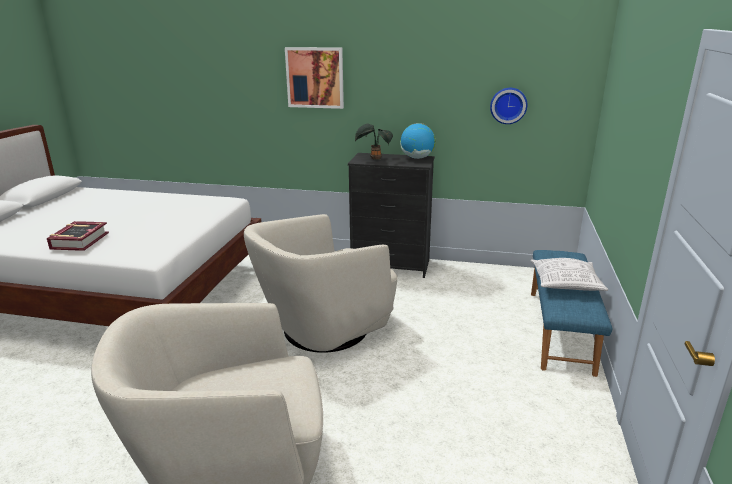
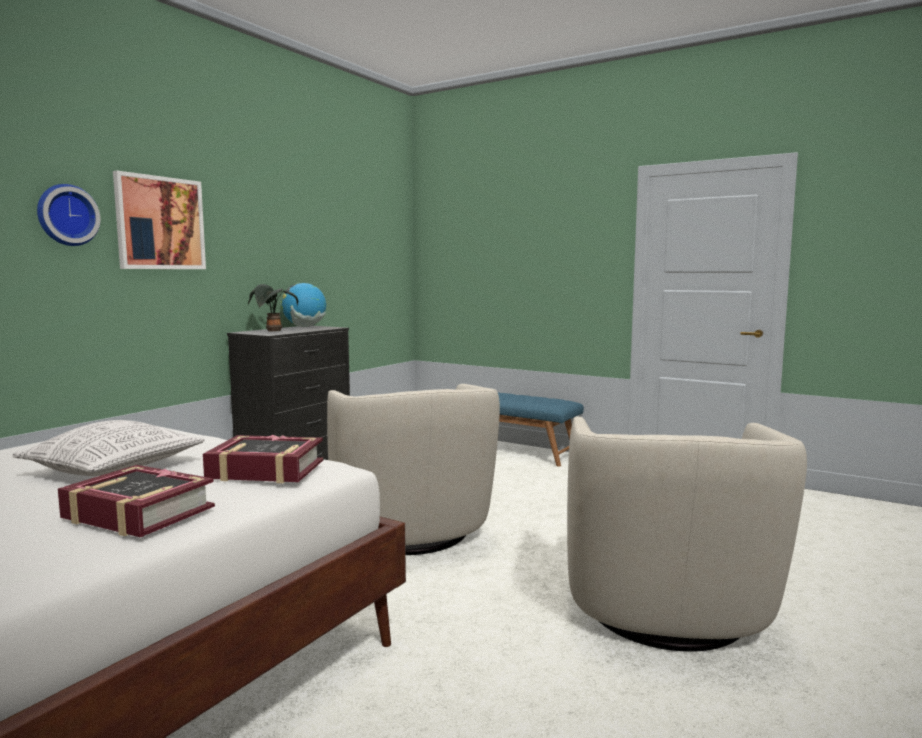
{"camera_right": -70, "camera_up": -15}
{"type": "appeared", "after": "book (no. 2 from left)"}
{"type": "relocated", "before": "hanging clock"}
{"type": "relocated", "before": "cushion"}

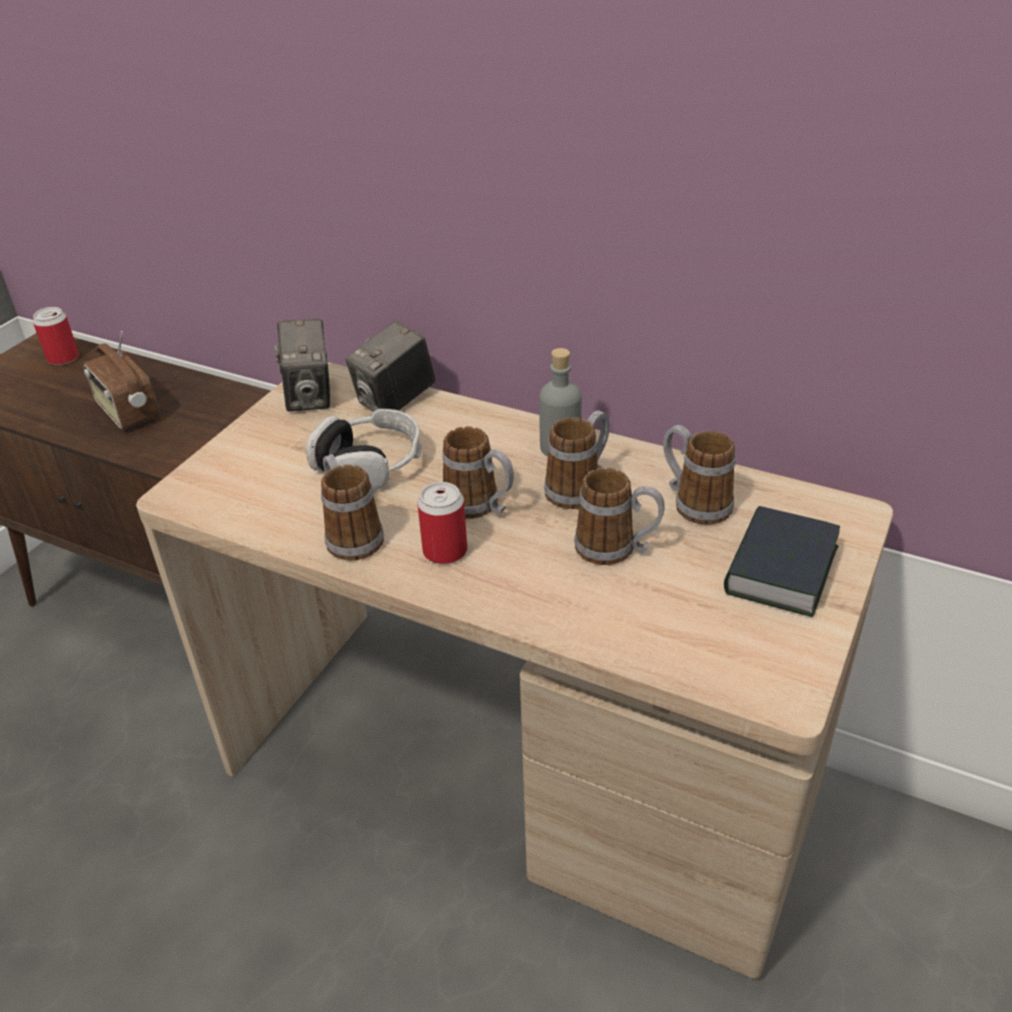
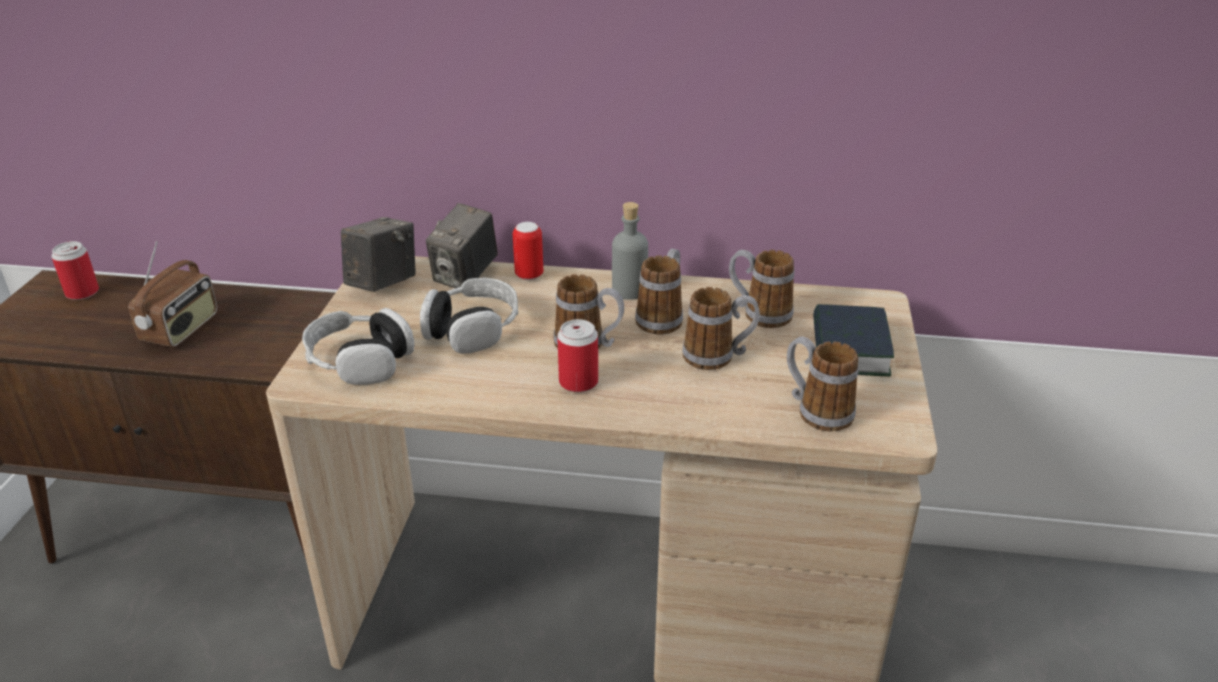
{"camera_right": -20, "camera_up": -5}
{"type": "appeared", "after": "pair of headphones (no. 1 from left)"}
{"type": "appeared", "after": "sealed can (no. 2 from left)"}
{"type": "relocated", "before": "coffee mug (no. 1 from left in the first image)", "after": "coffee mug (no. 5 from left)"}
{"type": "spun", "before": "radio", "turn": -105}
{"type": "spun", "before": "still camera (no. 1 from left)", "turn": -120}

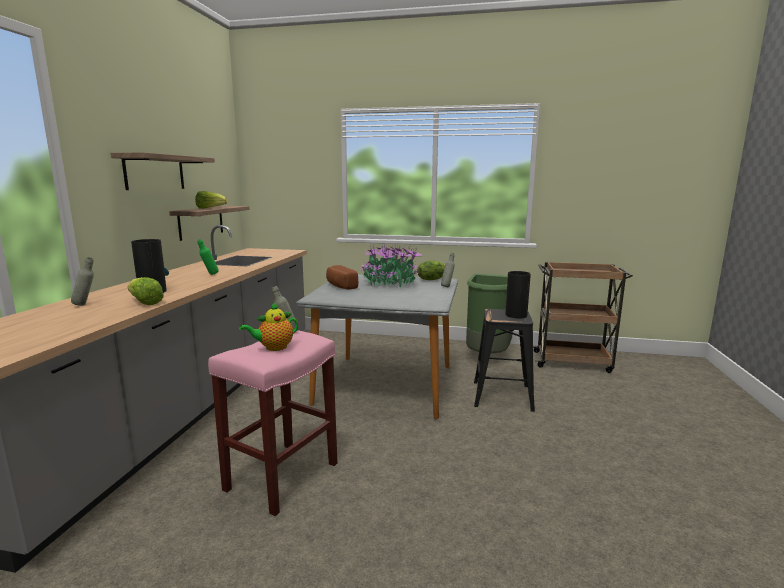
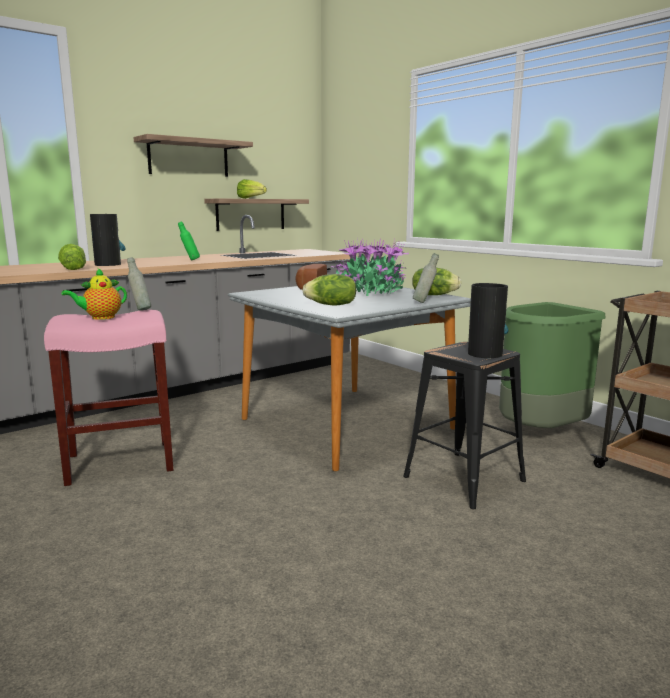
{"camera_right": 40, "camera_up": 0}
{"type": "missing", "before": "greyish drink bottle (no. 1 from left)"}
{"type": "appeared", "after": "lettuce (no. 3 from left)"}
{"type": "spun", "before": "pot for tea", "turn": -45}

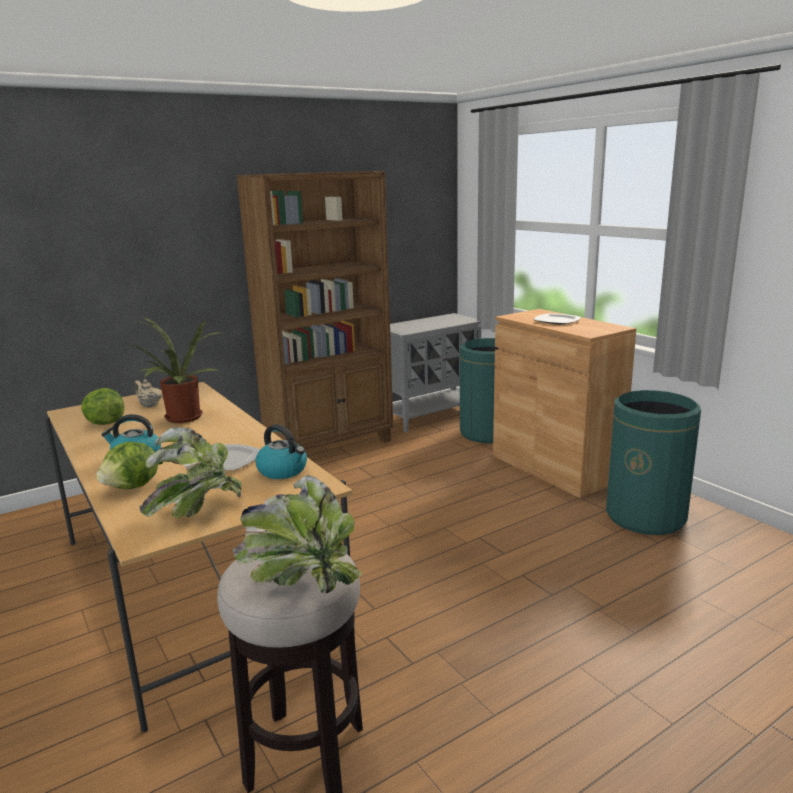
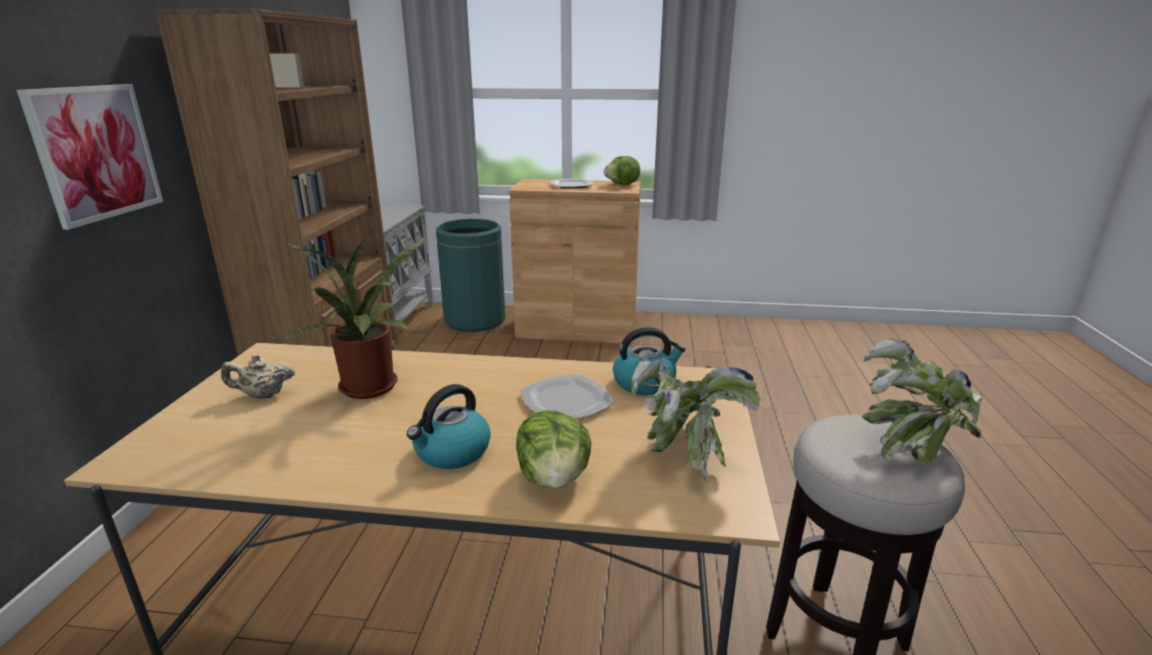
{"camera_right": -50, "camera_up": 5}
{"type": "missing", "before": "green trash can (no. 2 from left)"}
{"type": "appeared", "after": "wall art"}
{"type": "relocated", "before": "lettuce (no. 1 from left in the first image)", "after": "lettuce (no. 2 from left)"}

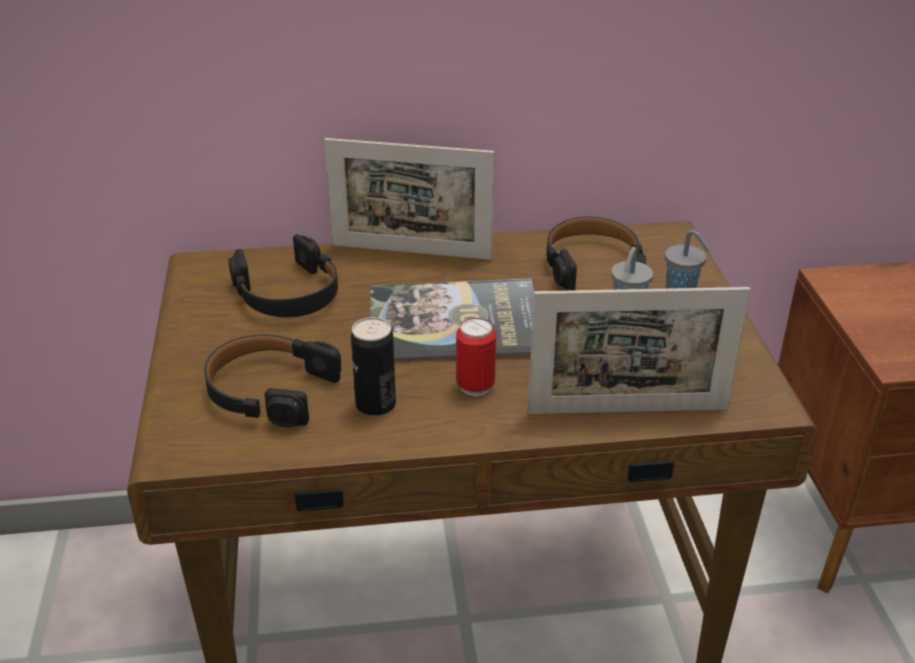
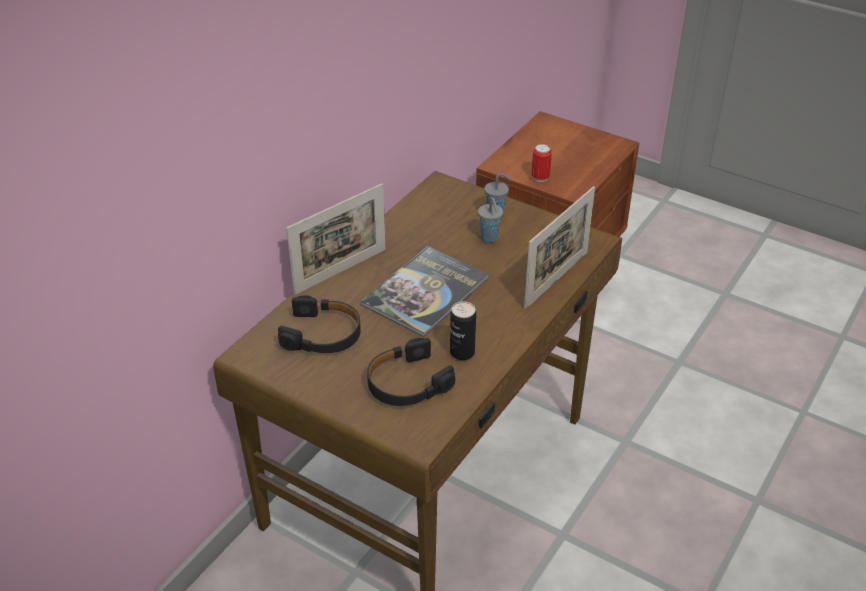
{"camera_right": -50, "camera_up": 5}
{"type": "missing", "before": "black pair of headphones (no. 3 from left)"}
{"type": "relocated", "before": "sealed can (no. 2 from left)"}

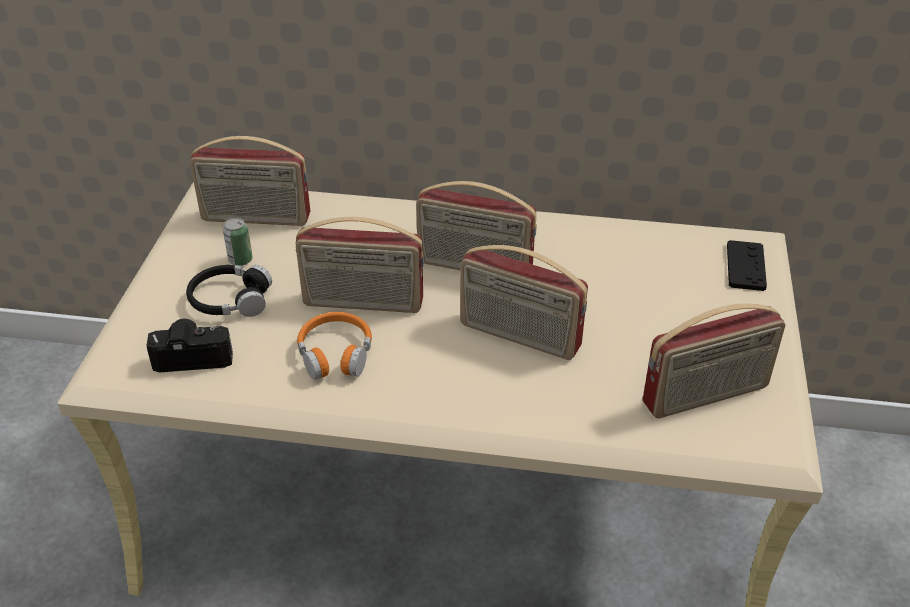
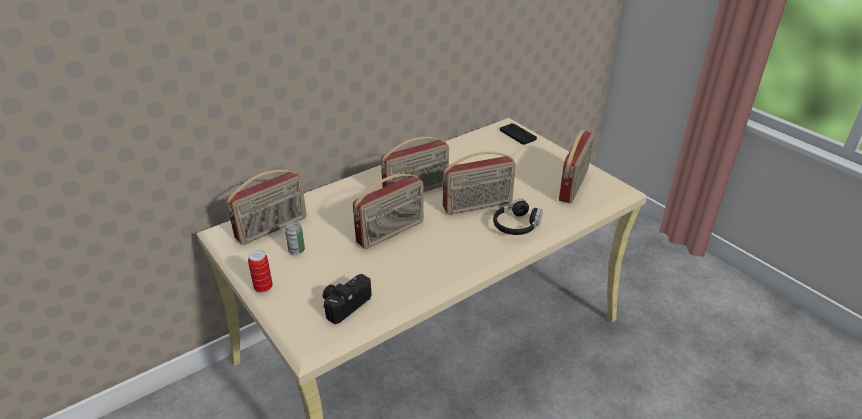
{"camera_right": -45, "camera_up": -5}
{"type": "missing", "before": "orange pair of headphones"}
{"type": "appeared", "after": "sealed can (no. 1 from left)"}
{"type": "relocated", "before": "black pair of headphones"}

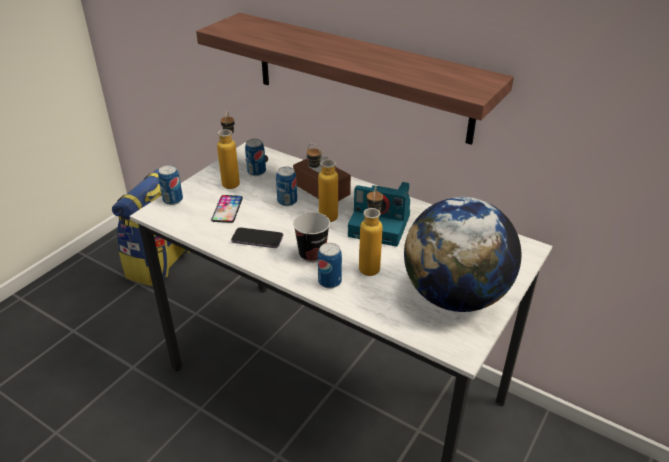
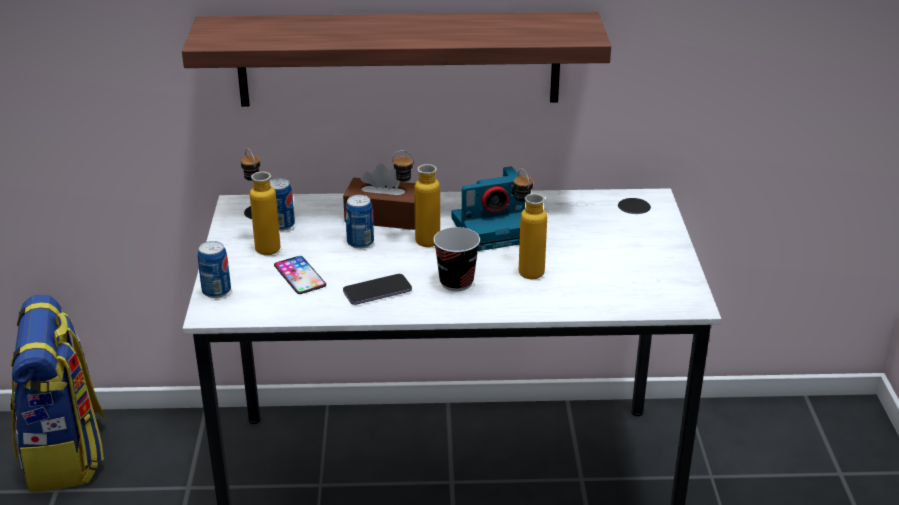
{"camera_right": -35, "camera_up": -5}
{"type": "missing", "before": "sealed can (no. 4 from left)"}
{"type": "missing", "before": "desk globe"}

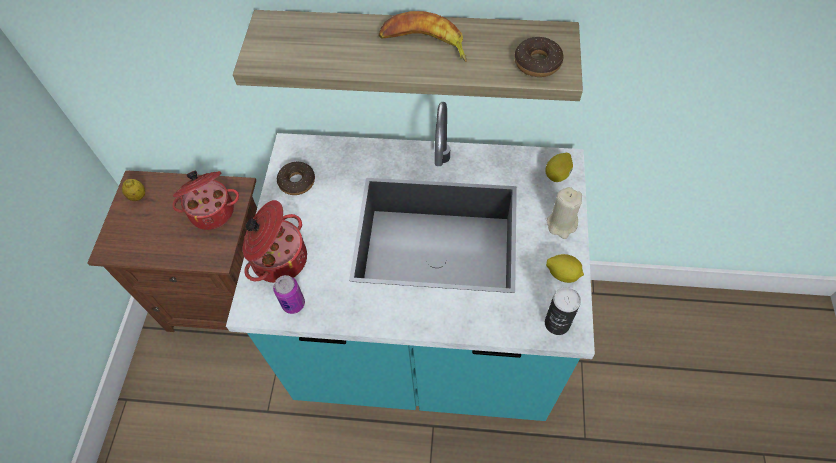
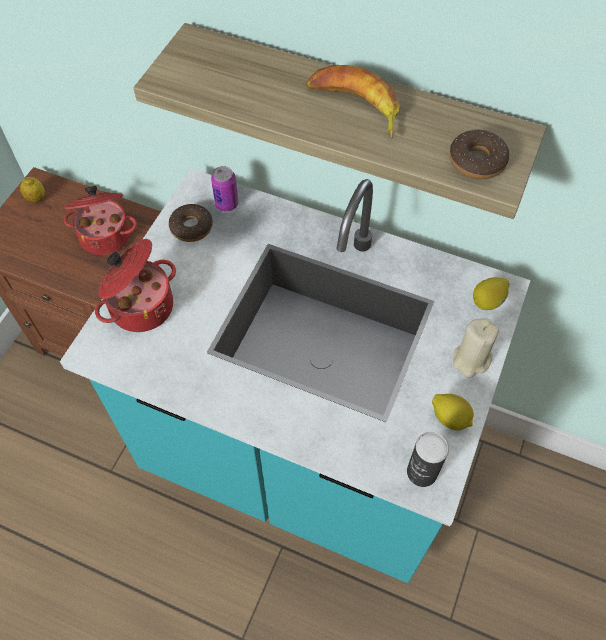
{"camera_right": 15, "camera_up": 0}
{"type": "relocated", "before": "sealed can (no. 1 from left)"}

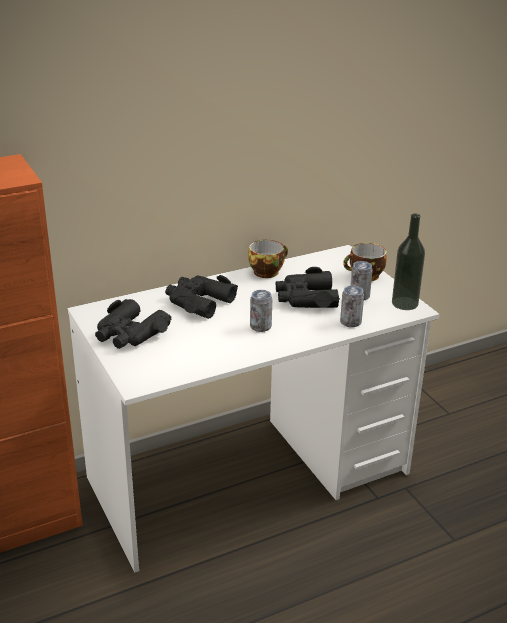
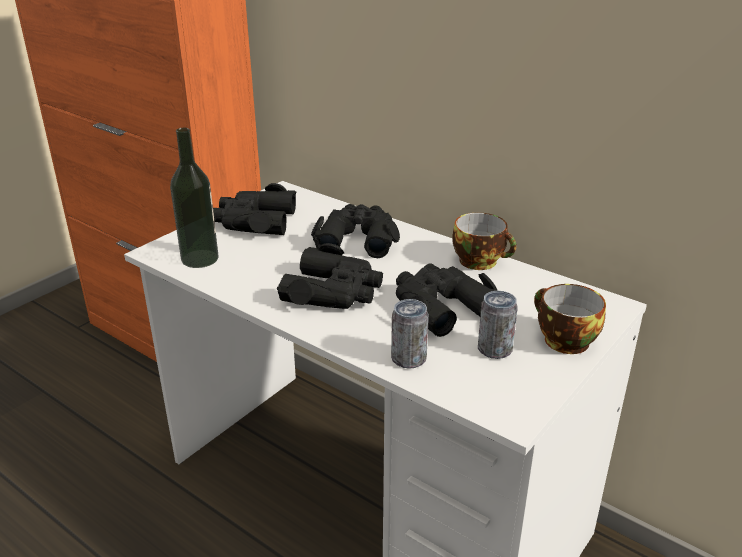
{"camera_right": 65, "camera_up": 0}
{"type": "relocated", "before": "drink bottle"}
{"type": "exchanged", "before": "sealed can (no. 1 from left)", "after": "black binoculars (no. 2 from left)"}

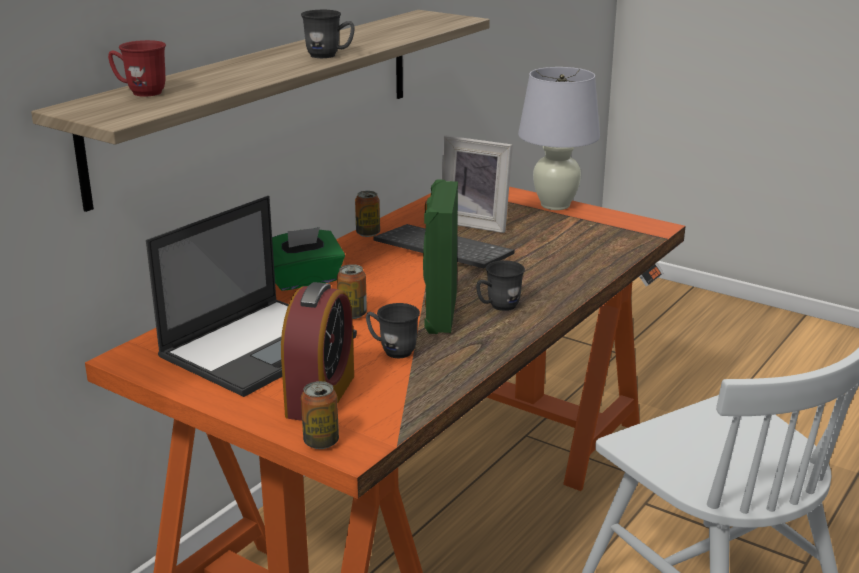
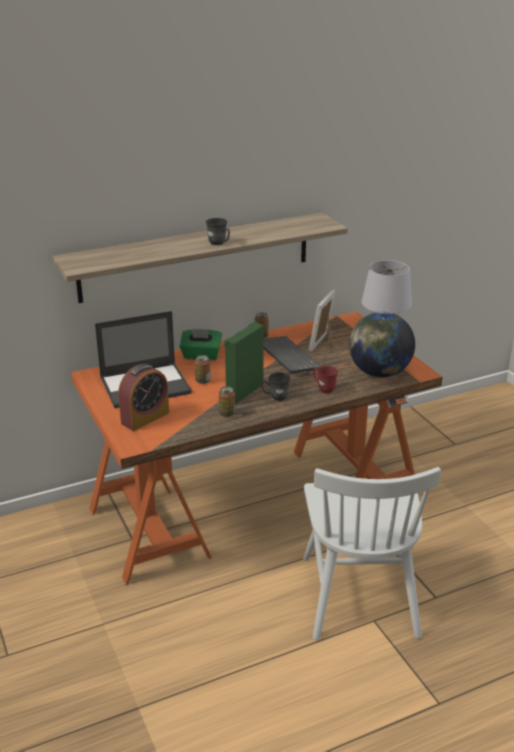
{"camera_right": 30, "camera_up": 5}
{"type": "missing", "before": "greyish coffee mug (no. 2 from left)"}
{"type": "appeared", "after": "desk globe"}
{"type": "relocated", "before": "reddish coffee mug"}
{"type": "relocated", "before": "sealed can (no. 1 from left in the first image)", "after": "sealed can (no. 2 from left)"}
{"type": "spun", "before": "photo frame", "turn": 60}

